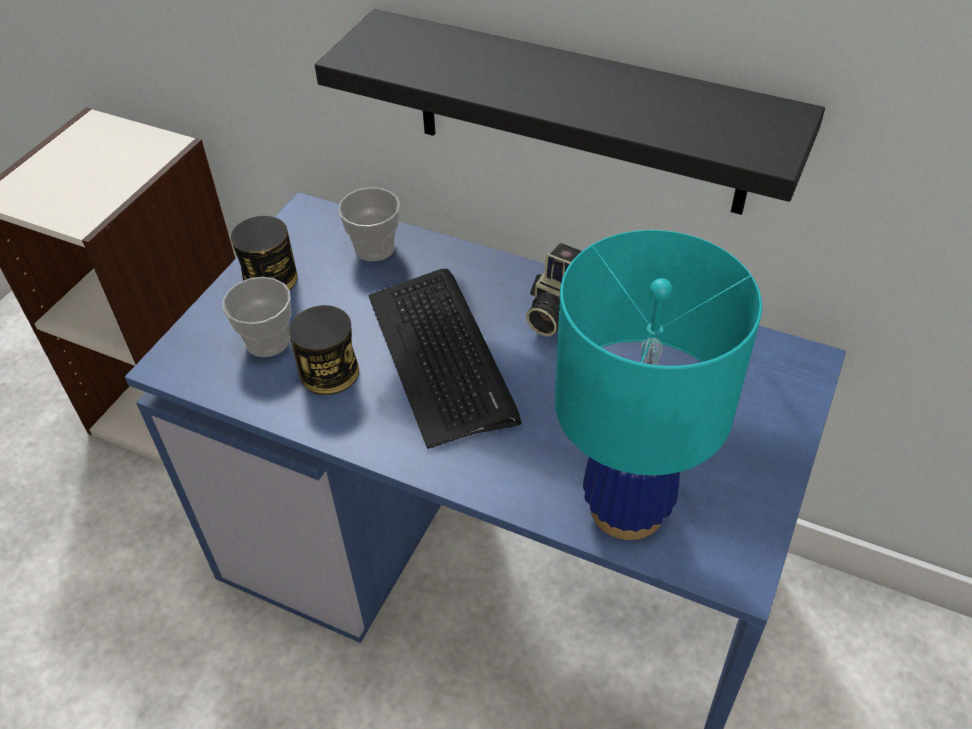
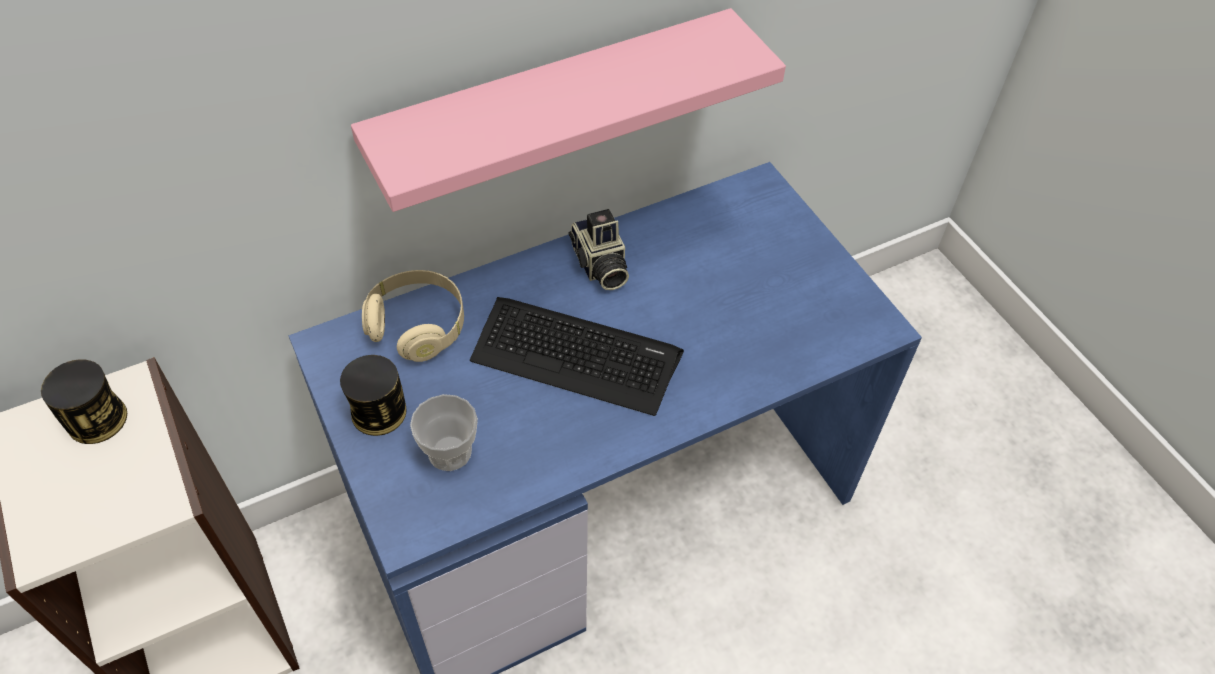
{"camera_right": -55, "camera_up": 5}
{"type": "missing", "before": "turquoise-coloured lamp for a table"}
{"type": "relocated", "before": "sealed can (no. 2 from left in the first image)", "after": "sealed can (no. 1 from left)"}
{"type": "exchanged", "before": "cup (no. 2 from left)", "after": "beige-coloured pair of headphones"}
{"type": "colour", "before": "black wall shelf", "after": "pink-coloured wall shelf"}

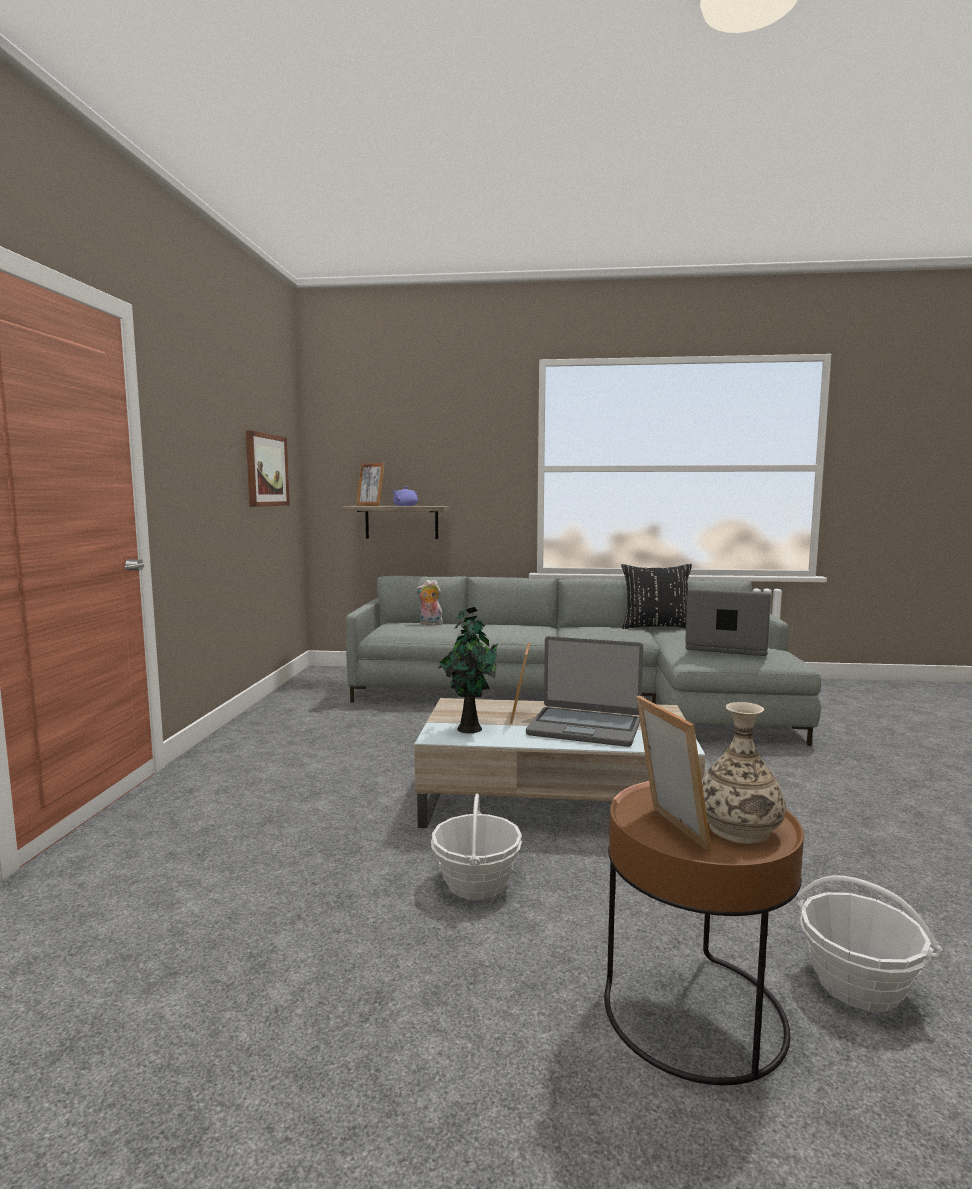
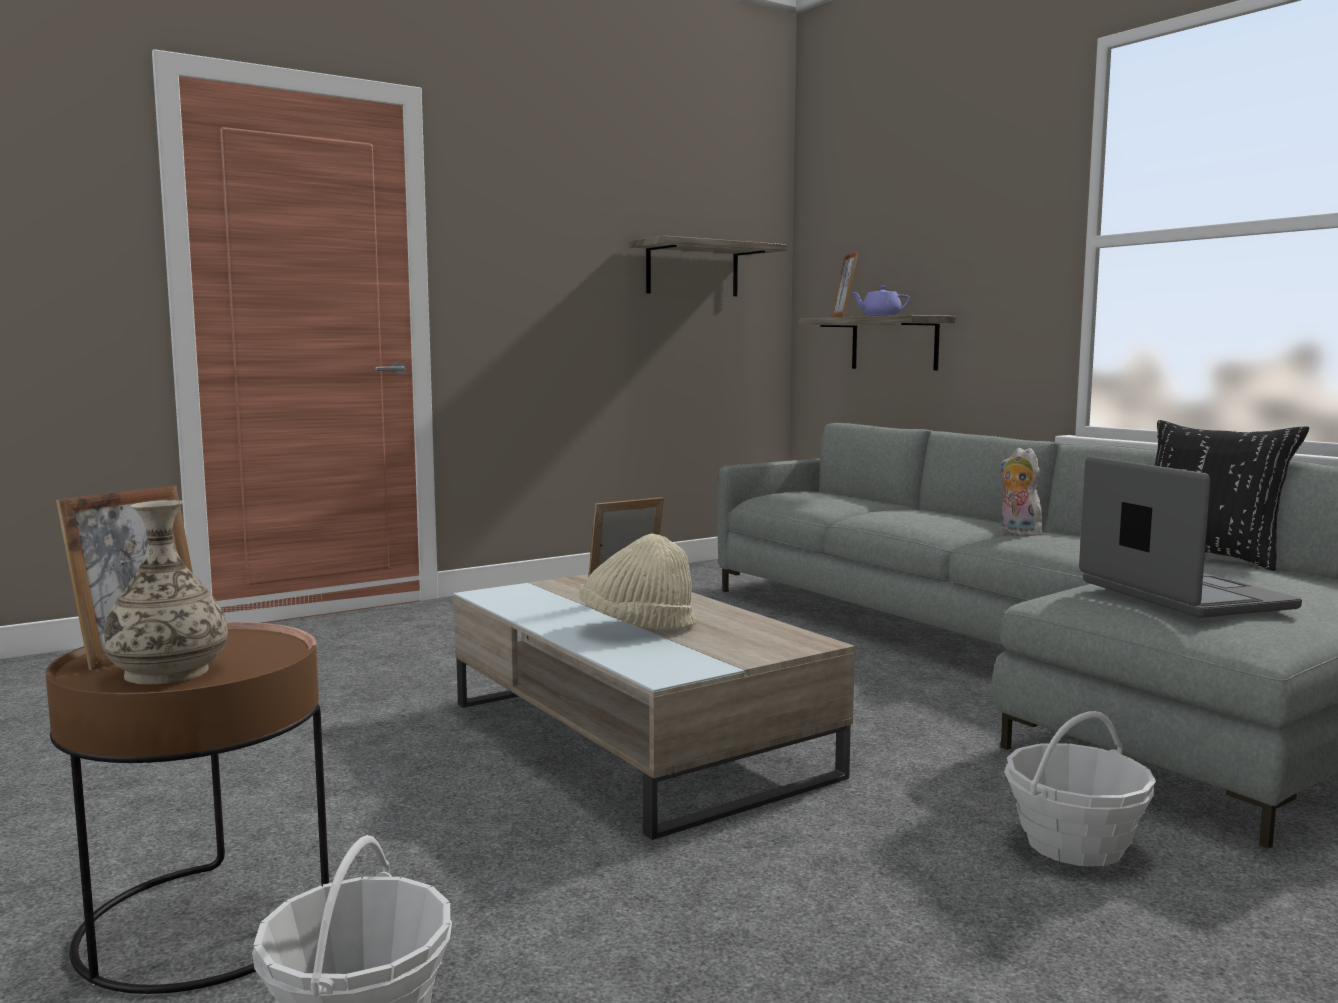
{"camera_right": 50, "camera_up": 0}
{"type": "missing", "before": "houseplant"}
{"type": "relocated", "before": "plush toy"}
{"type": "relocated", "before": "storage basket (no. 1 from left in the first image)", "after": "storage basket (no. 2 from left)"}
{"type": "exchanged", "before": "wall art", "after": "wall shelf (no. 1 from left)"}
{"type": "exchanged", "before": "laptop (no. 1 from left)", "after": "beige-coloured hat"}

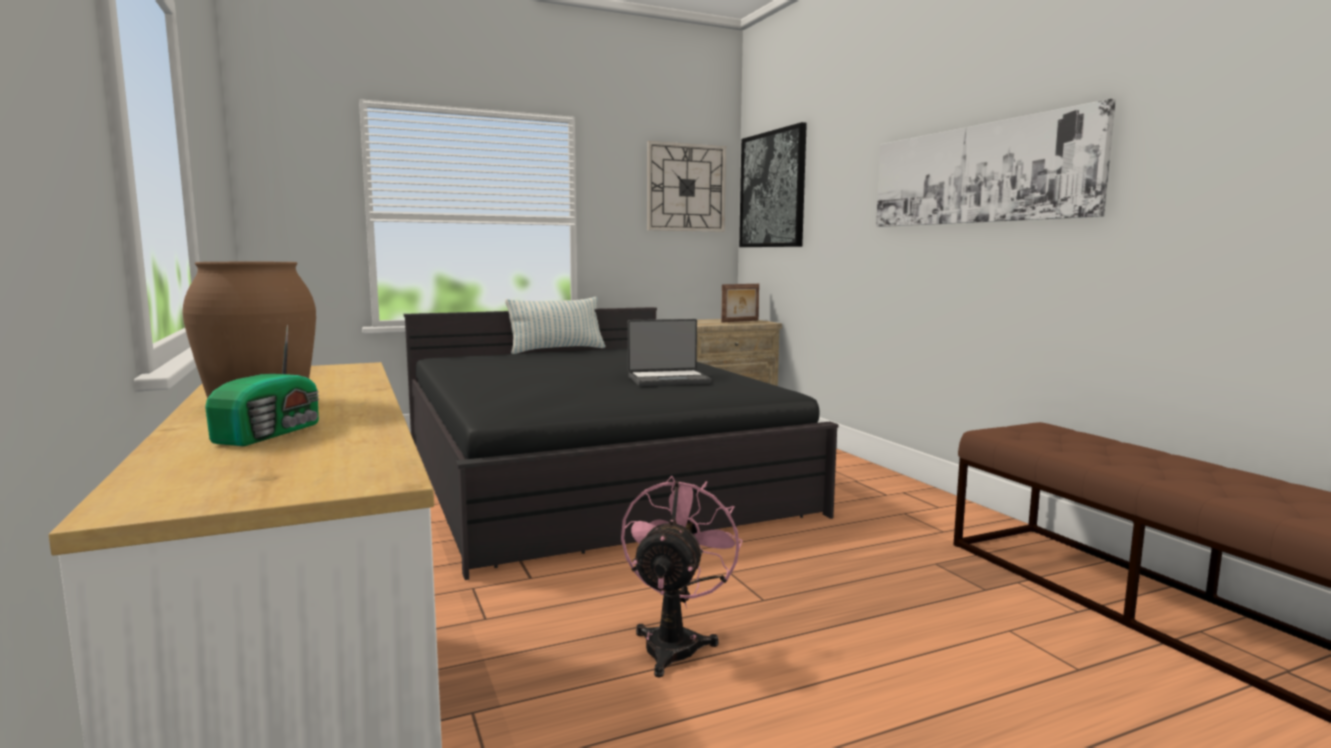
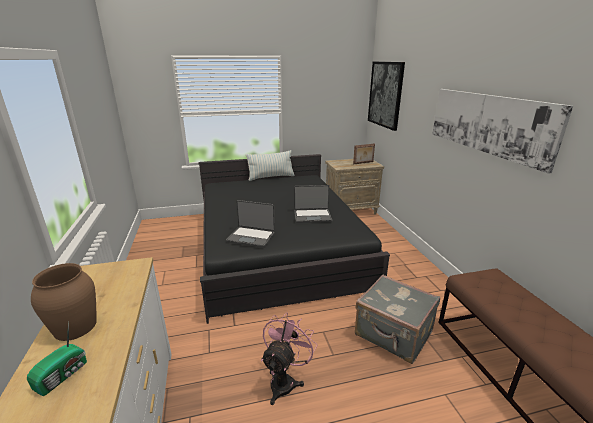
{"camera_right": 10, "camera_up": 15}
{"type": "missing", "before": "hanging clock"}
{"type": "appeared", "after": "laptop (no. 1 from left)"}
{"type": "appeared", "after": "greyish travel case"}

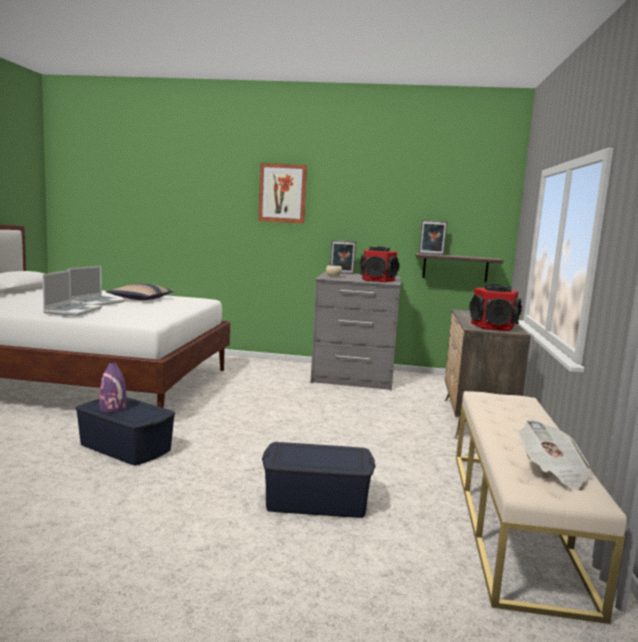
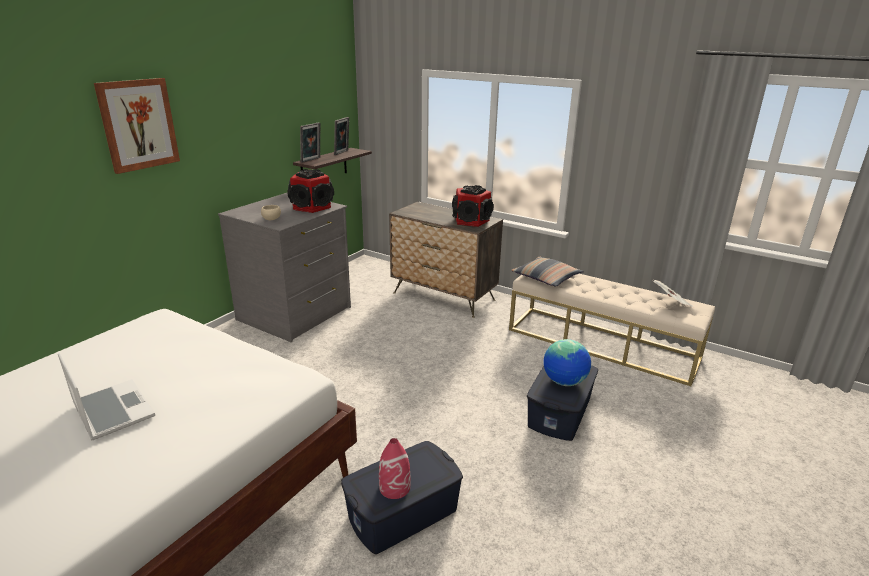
{"camera_right": -65, "camera_up": 15}
{"type": "missing", "before": "laptop (no. 1 from left)"}
{"type": "appeared", "after": "desk globe"}
{"type": "relocated", "before": "cushion"}
{"type": "relocated", "before": "photo frame (no. 1 from left in the first image)", "after": "photo frame (no. 2 from left)"}
{"type": "colour", "before": "purple vase", "after": "reddish vase"}

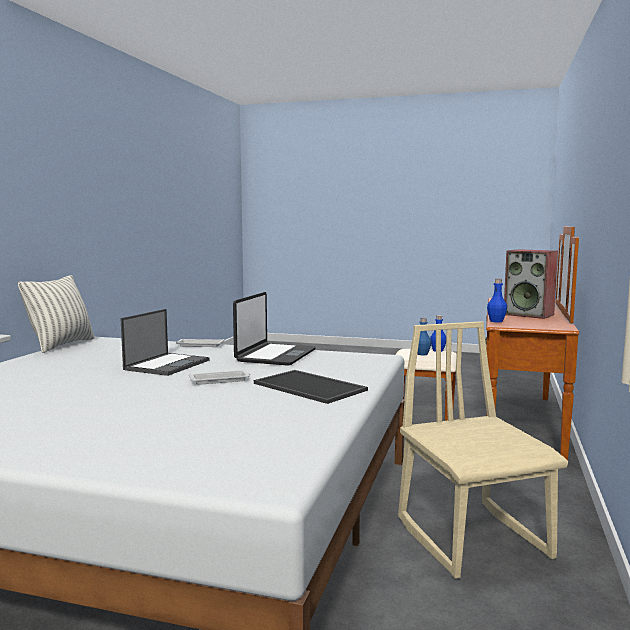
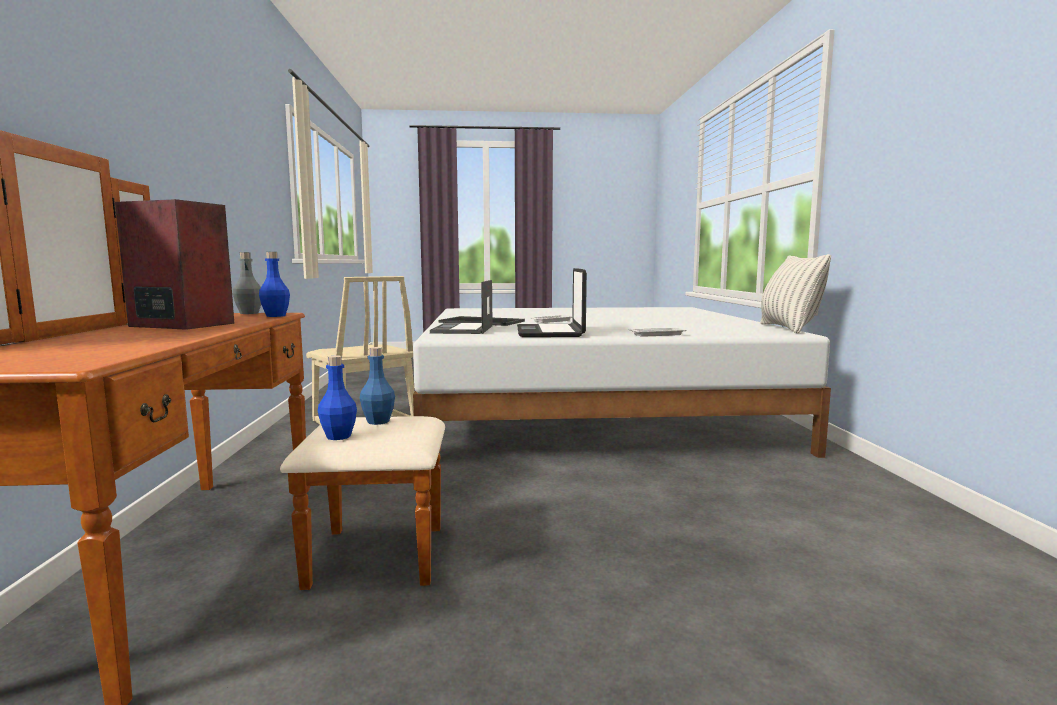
{"camera_right": 160, "camera_up": 0}
{"type": "appeared", "after": "greyish drink bottle"}
{"type": "relocated", "before": "laptop (no. 1 from left)"}

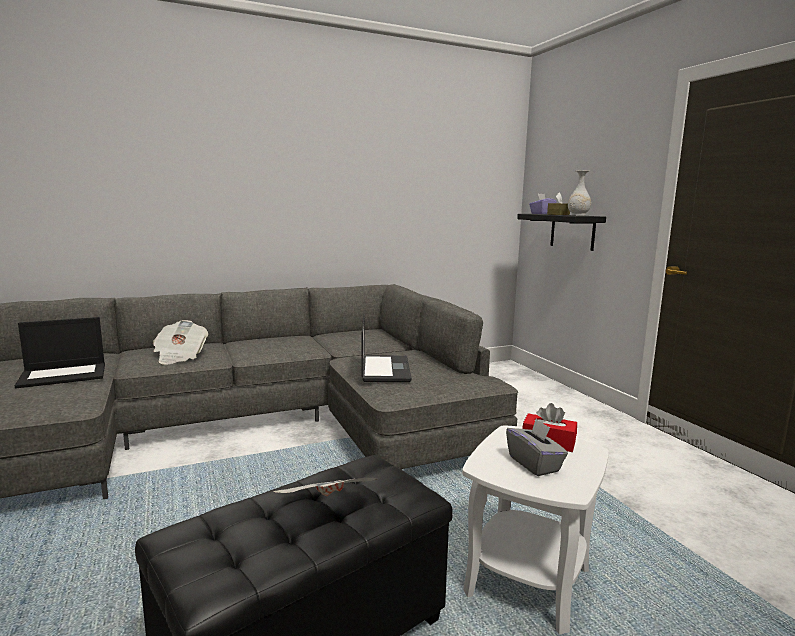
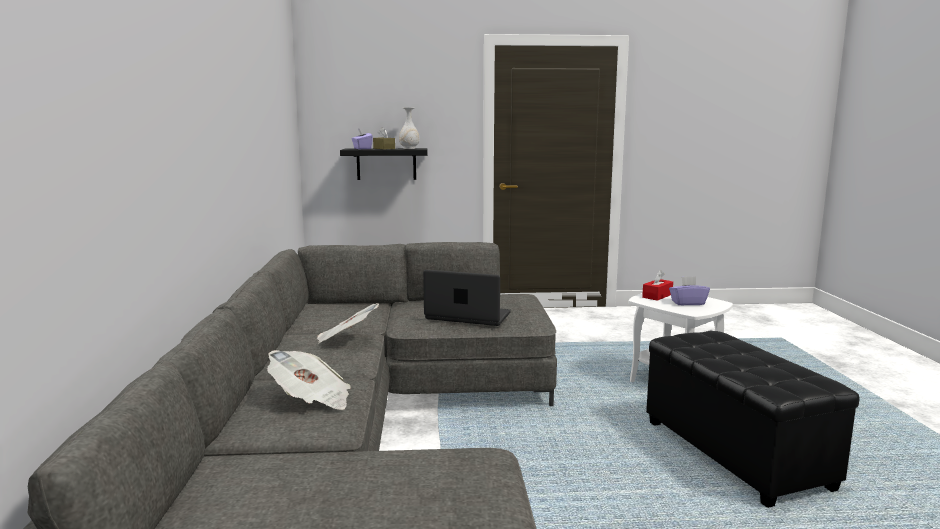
{"camera_right": -70, "camera_up": 0}
{"type": "missing", "before": "laptop (no. 1 from left)"}
{"type": "relocated", "before": "printed paper (no. 2 from left)"}
{"type": "colour", "before": "greyish tissue holder", "after": "purple tissue holder (no. 2 from left)"}

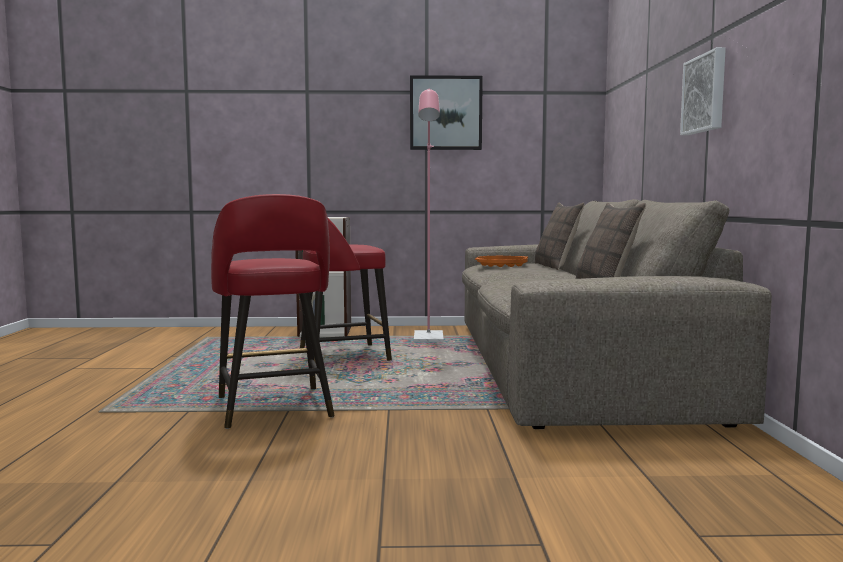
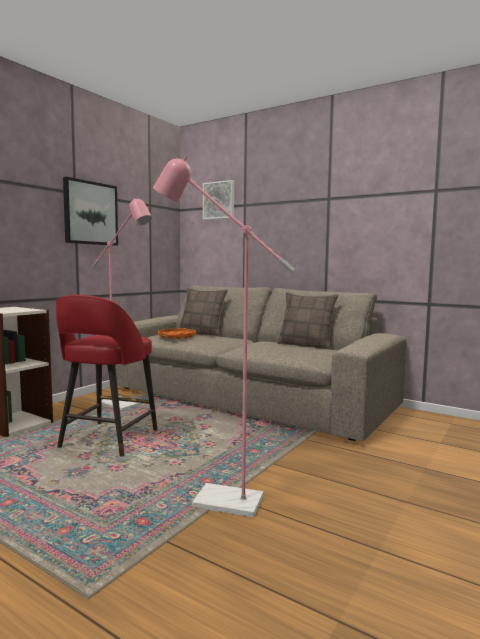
{"camera_right": -55, "camera_up": 0}
{"type": "relocated", "before": "wall art (no. 2 from left)"}
{"type": "exchanged", "before": "reddish sitting stool (no. 1 from left)", "after": "pink-coloured floor lamp (no. 2 from left)"}

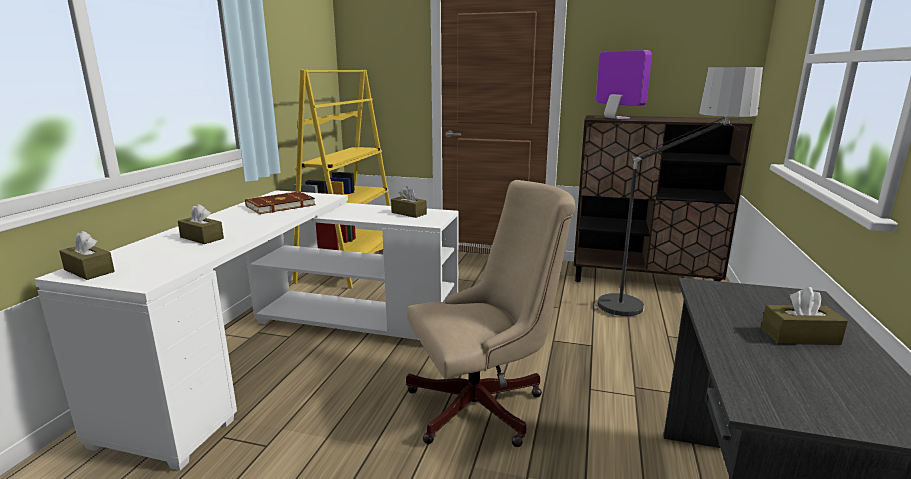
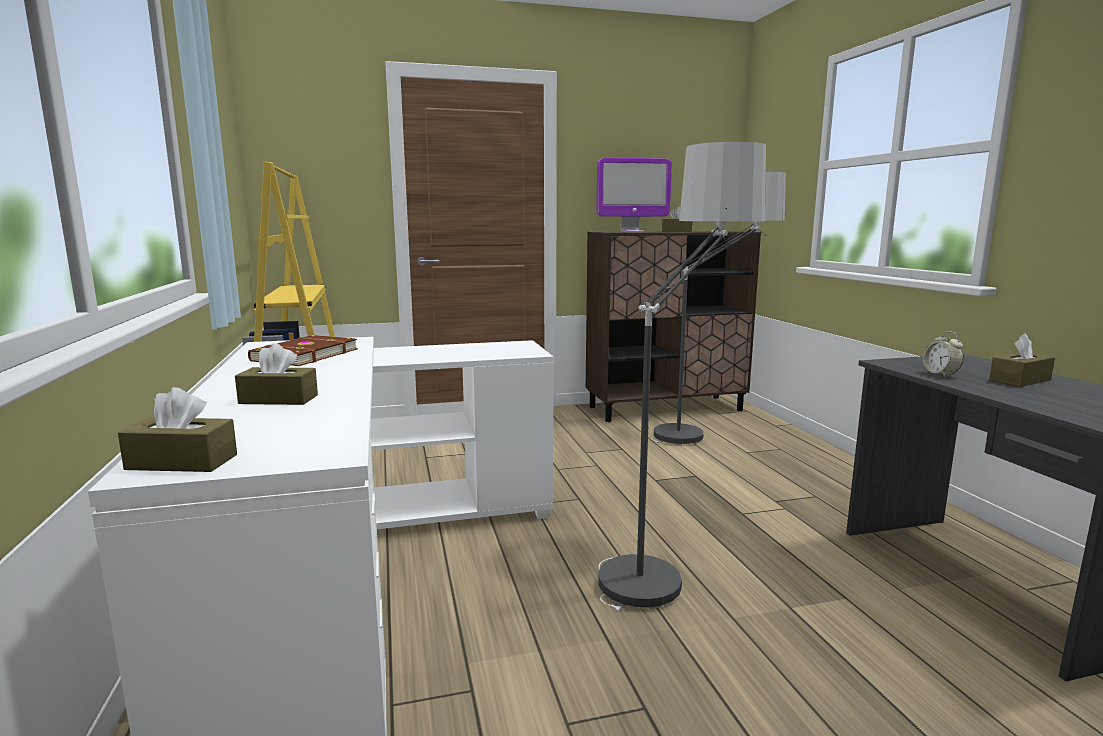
{"camera_right": -30, "camera_up": -5}
{"type": "appeared", "after": "bedside clock"}
{"type": "relocated", "before": "brownish tissue holder (no. 3 from left)"}
{"type": "exchanged", "before": "beige-coloured computer chair", "after": "floor lamp (no. 1 from left)"}
{"type": "spun", "before": "computer display", "turn": 135}

